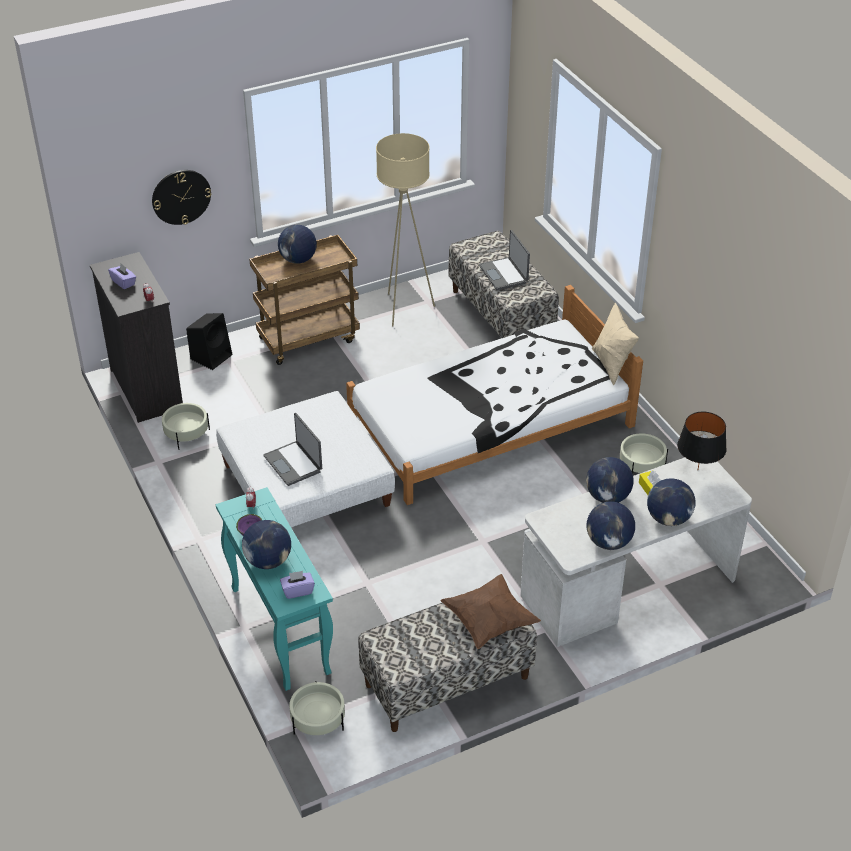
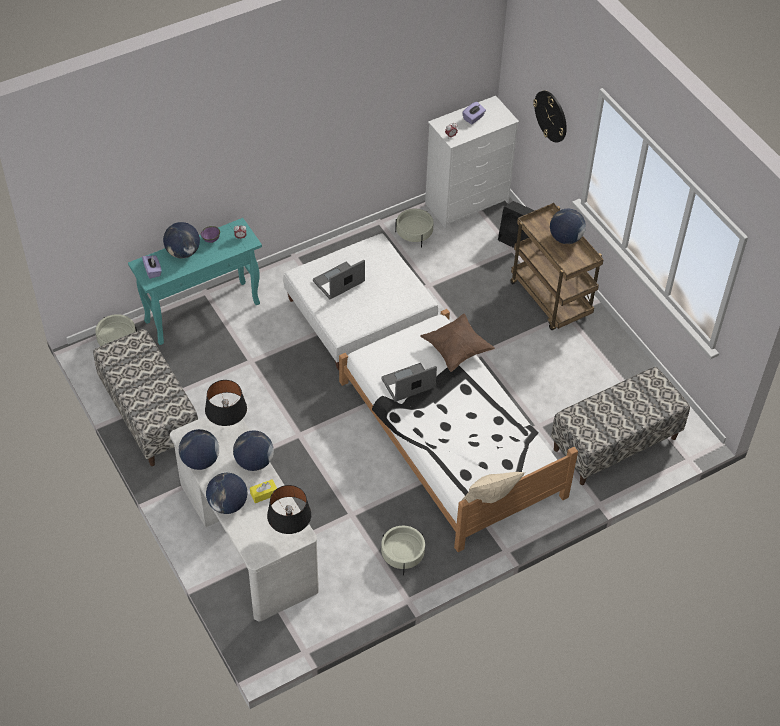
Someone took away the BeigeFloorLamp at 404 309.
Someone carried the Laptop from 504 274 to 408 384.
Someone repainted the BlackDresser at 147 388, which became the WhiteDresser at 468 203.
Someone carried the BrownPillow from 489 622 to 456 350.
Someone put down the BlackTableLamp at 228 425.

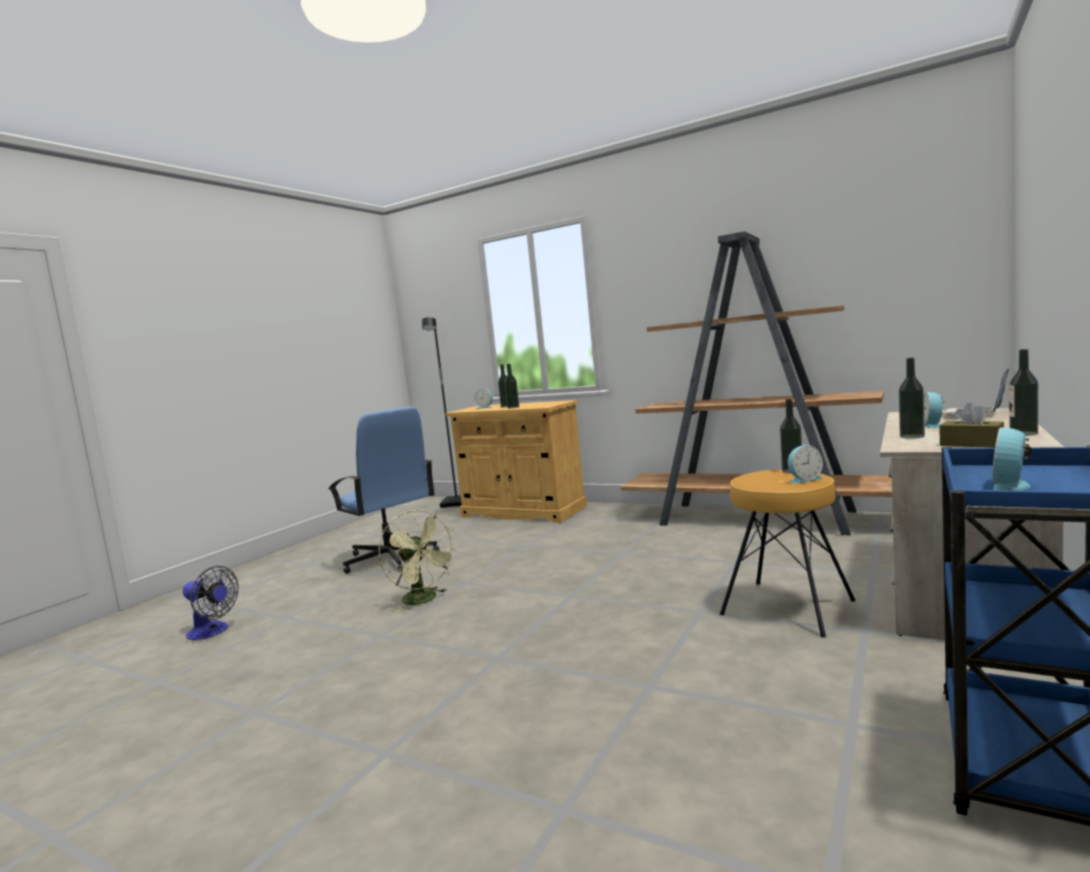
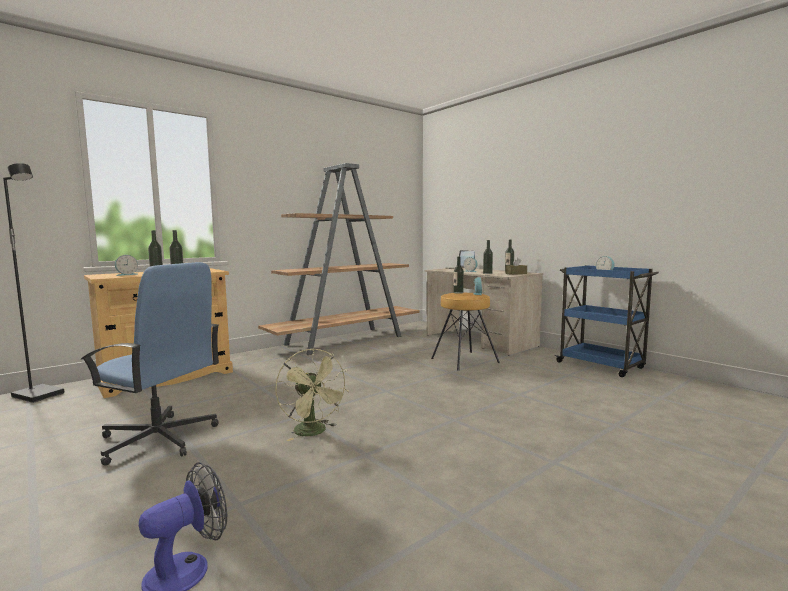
Someone rotated the BlueOfficeChair at 390 559 by 45 degrees clockwise.
Someone rotated the GreenFan at 424 600 by 75 degrees clockwise.

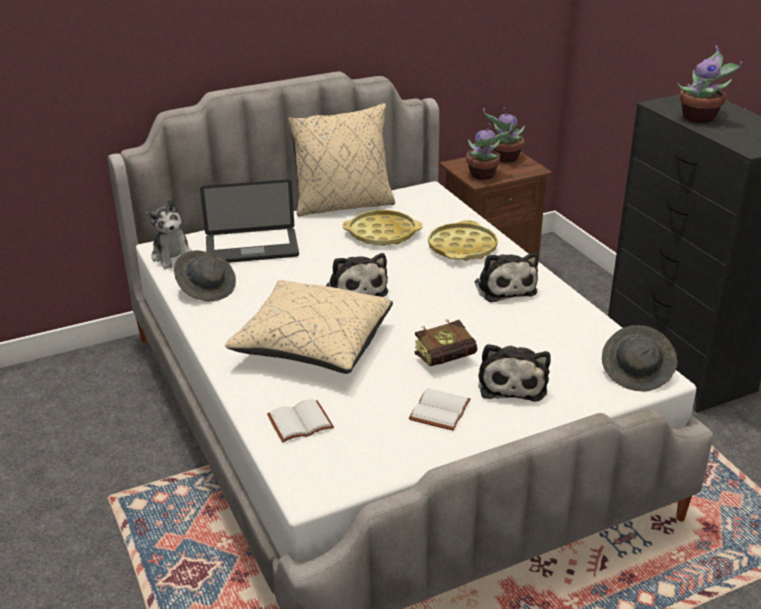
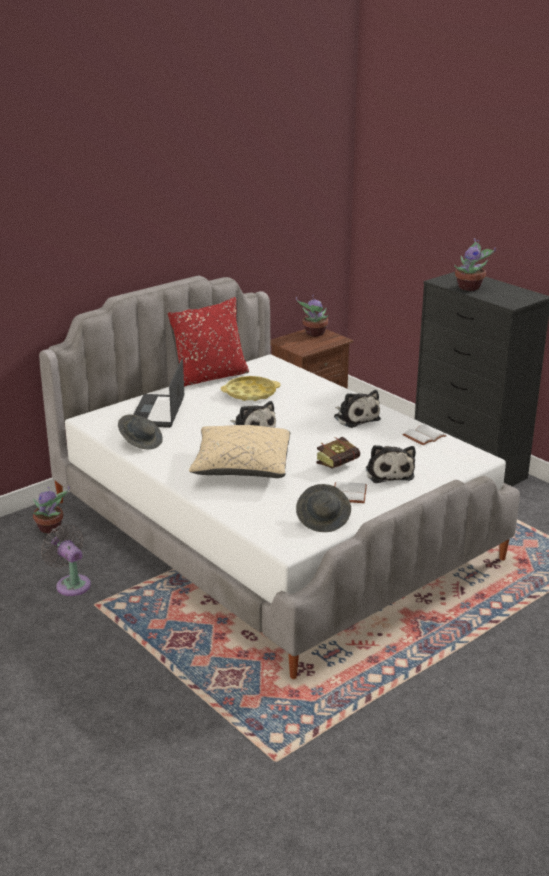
Someone repainted the BeigePillow at 343 205, which became the RedPillow at 209 377.
Someone carried the PottedPlant from 483 175 to 50 529.
Someone rotated the Laptop at 252 248 by 120 degrees clockwise.
Someone took away the PlushToy at 173 256.
Someone took away the YellowTray at 462 248.
Someone carried the GreyHat from 637 372 to 323 519.
Someone carried the WhiteBook from 300 424 to 424 437.
Someone put down the GreyFan at 71 584.

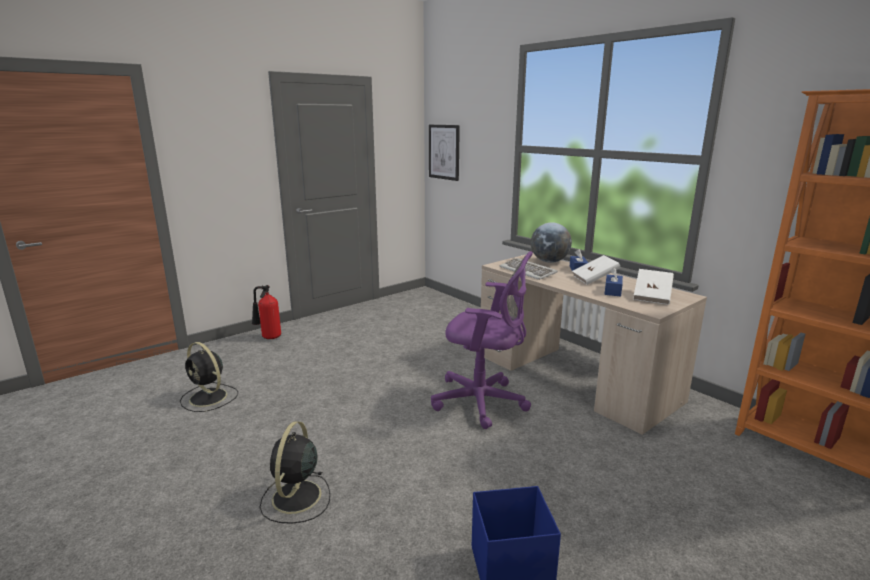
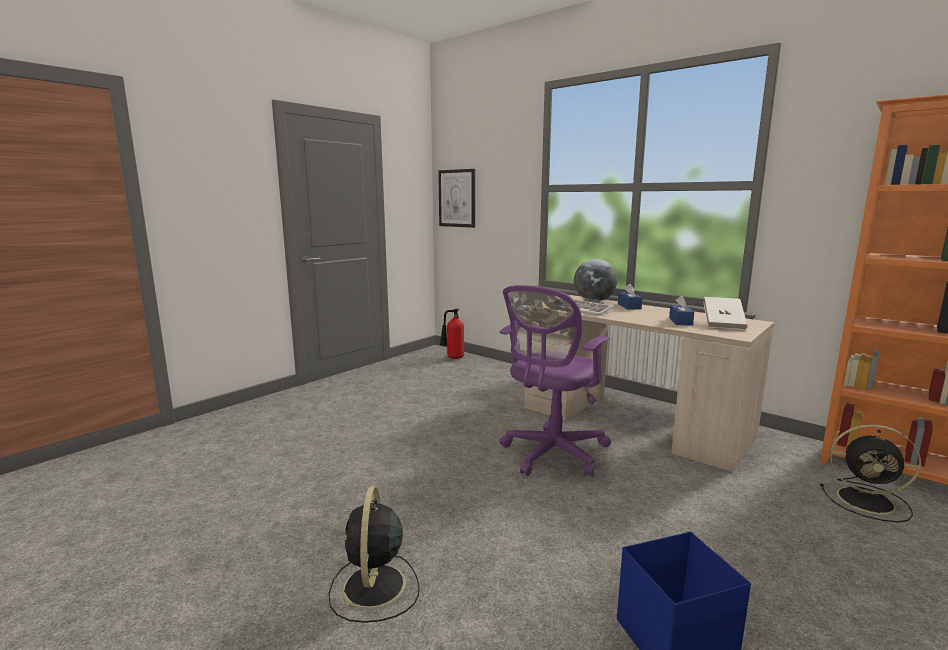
Someone rotated the PurpleOfficeChair at 483 402 by 120 degrees clockwise.
Someone took away the WhiteBook at 594 279.
Someone carried the FireExtinguisher from 268 338 to 453 358.
Someone carried the BlackFan from 209 398 to 868 501.

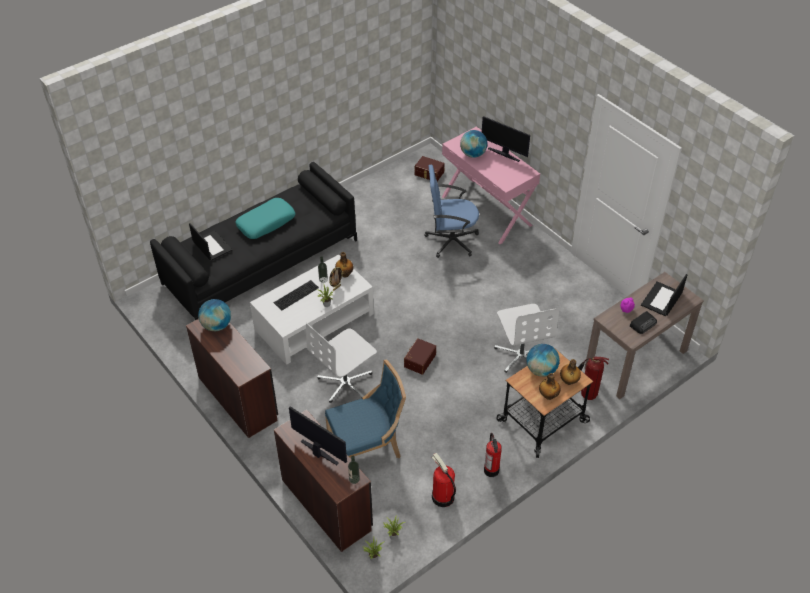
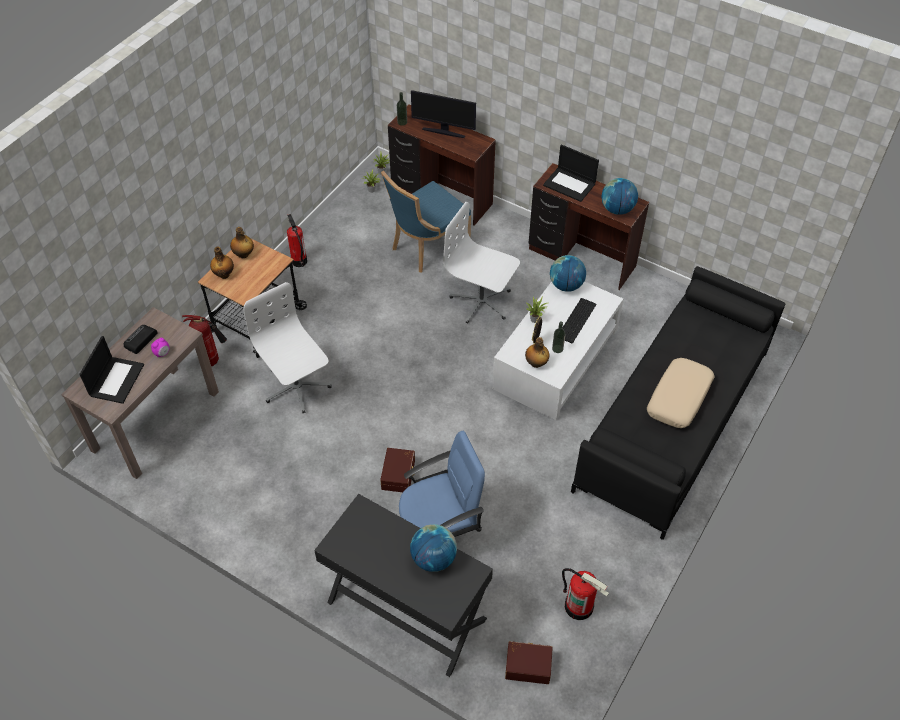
Someone took away the Monitor at 504 154.
Someone repainted the PinkDesk at 487 210, which became the BlackDesk at 406 611.
Someone repainted the TurquoisePillow at 266 223, which became the BeigePillow at 679 398.
Someone carried the Laptop from 211 246 to 570 184.
Someone rotated the WhiteOfficeChair at 346 383 by 90 degrees counterclockwise.
Someone carried the BrownStorageBox from 419 360 to 399 475.
Someone carried the Globe from 541 370 to 566 285.
Someone carried the FireExtinguisher from 442 497 to 579 606.

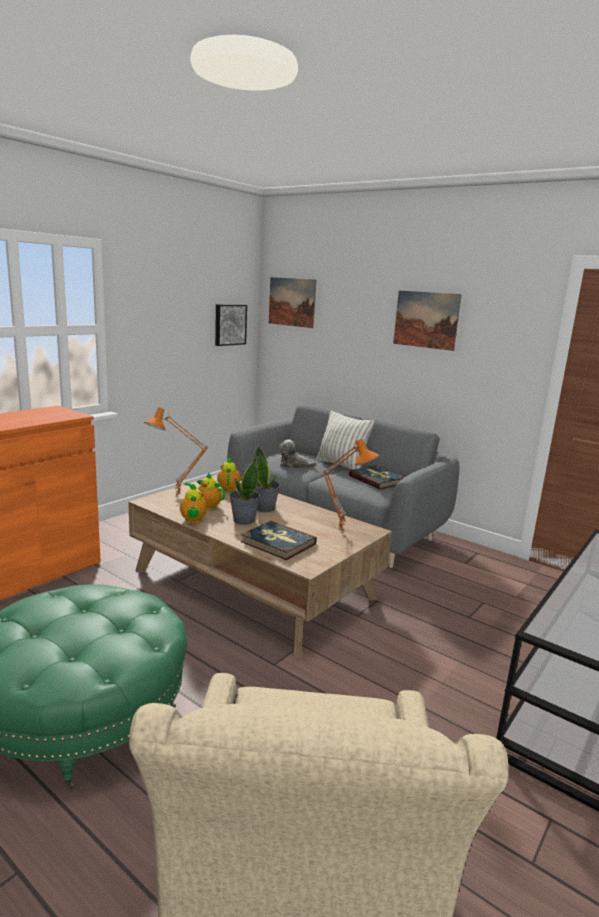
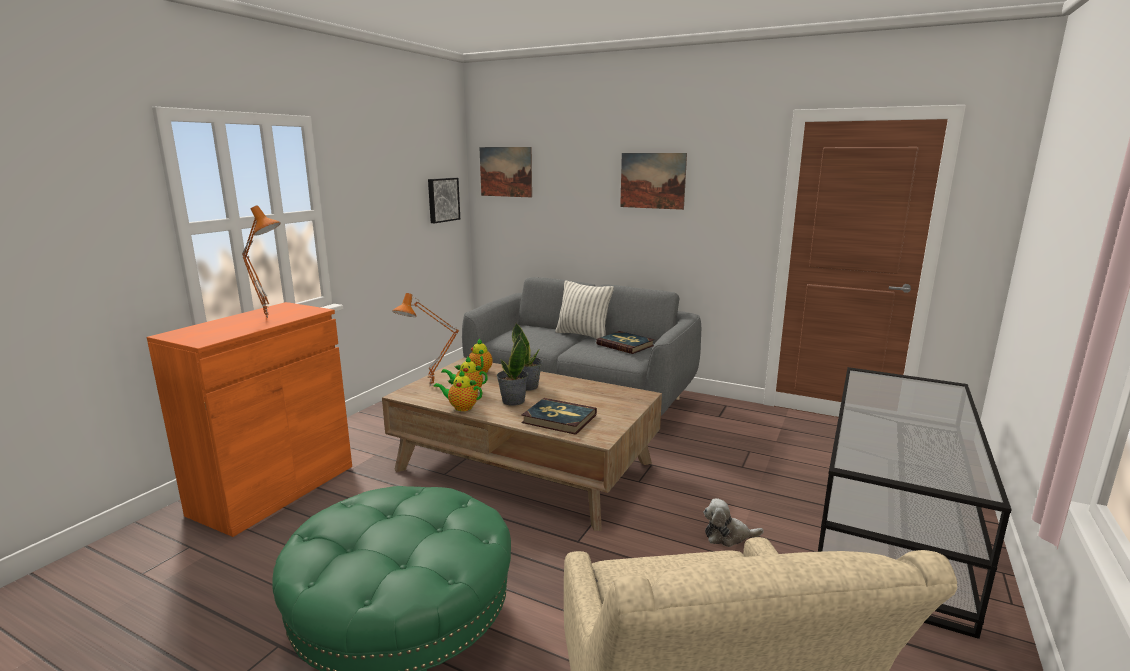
Someone carried the PlushToy from 294 465 to 728 536.
Someone carried the OrangeTableLamp from 343 532 to 269 317.
Someone rotated the Teapot at 193 520 by 120 degrees clockwise.

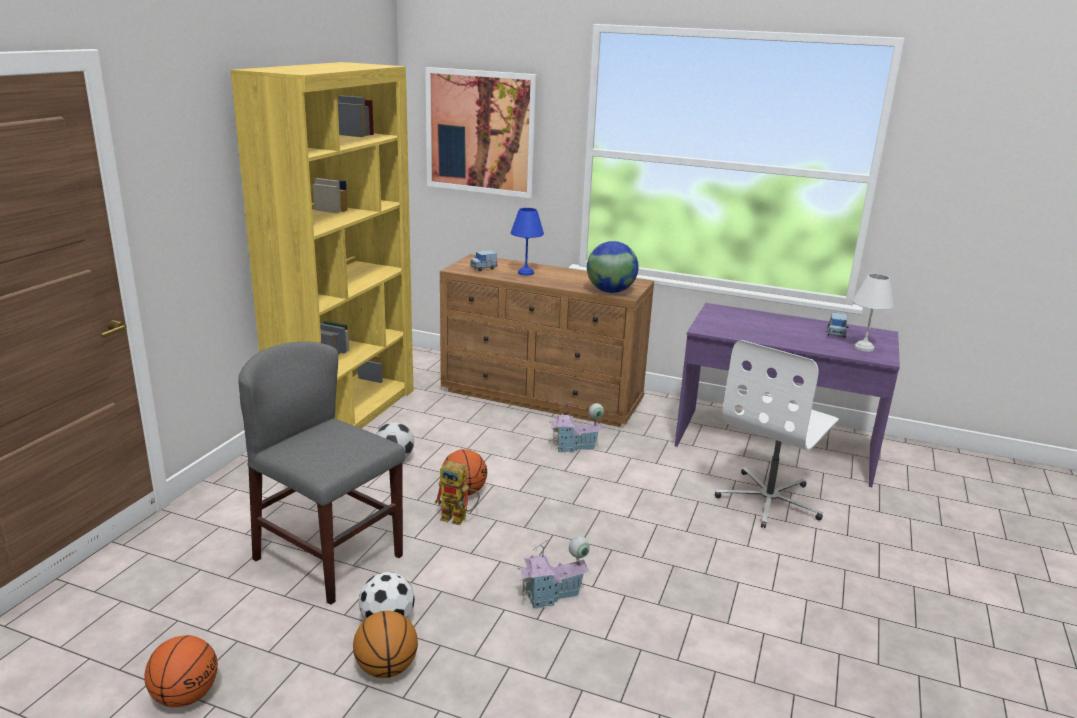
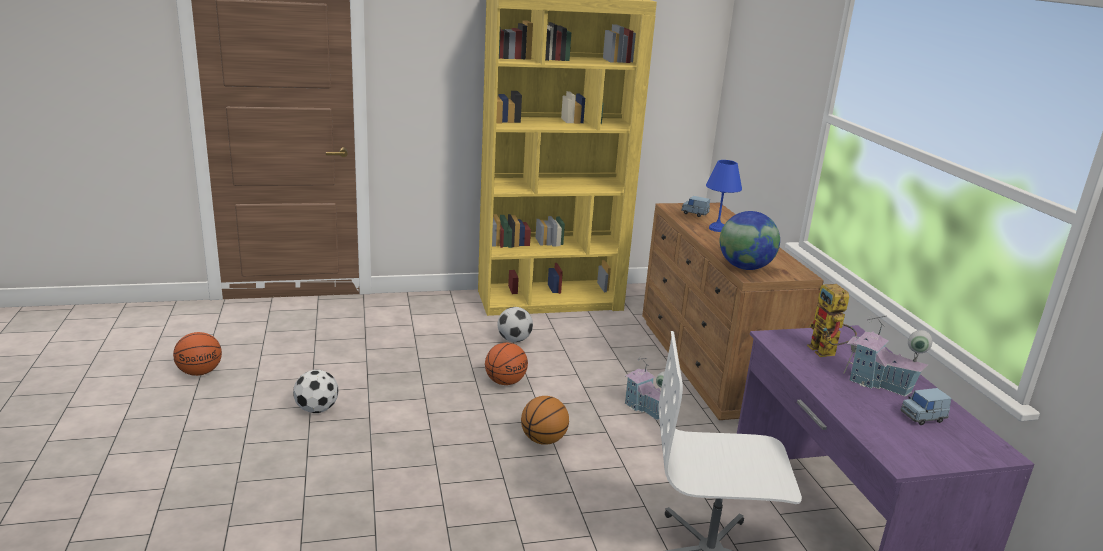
Someone took away the Picture at 481 132.
Someone took away the WhiteTableLamp at 863 348.
Someone took away the GreyChair at 329 557.
Someone carried the ToyRobot from 459 518 to 827 353.
Someone carried the ToyHouse from 552 596 to 878 384.
Someone carried the Basketball from 387 668 to 544 440.

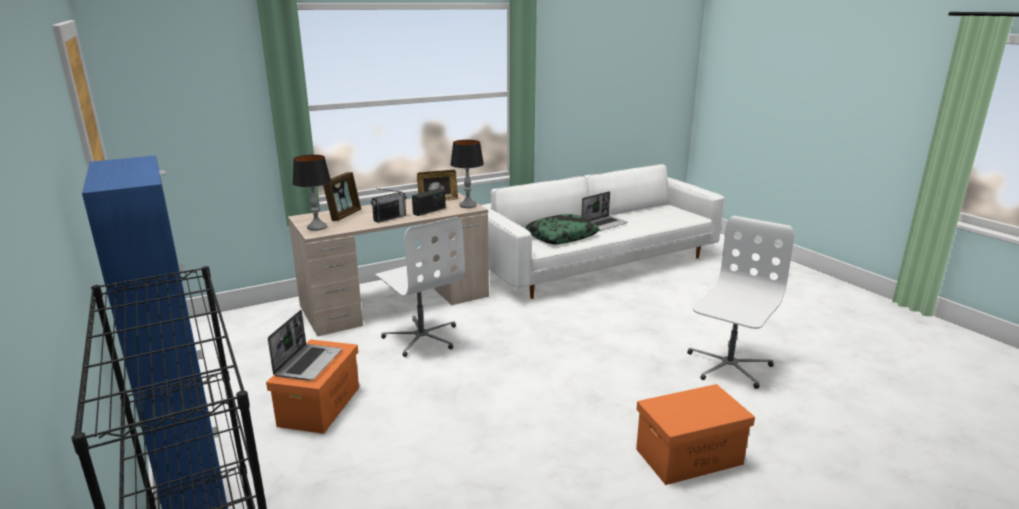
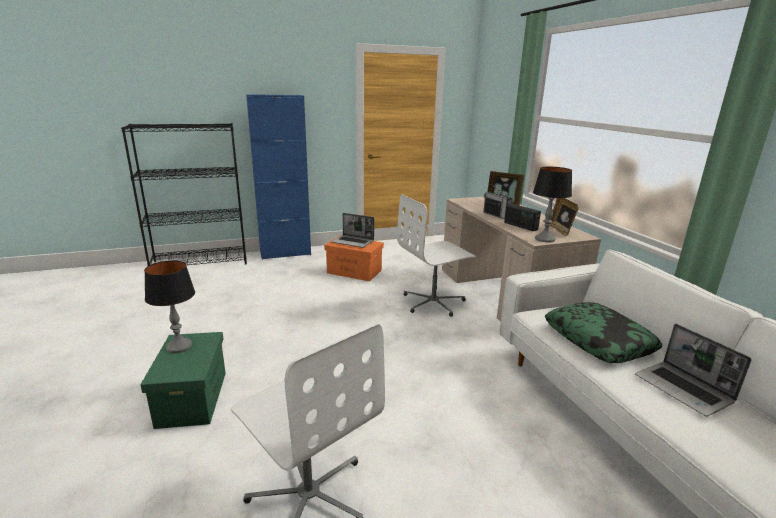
Someone carried the TableLamp from 317 227 to 179 346.
Someone repainted the OrangeStorageBox at 689 456, which became the GreenStorageBox at 193 399.

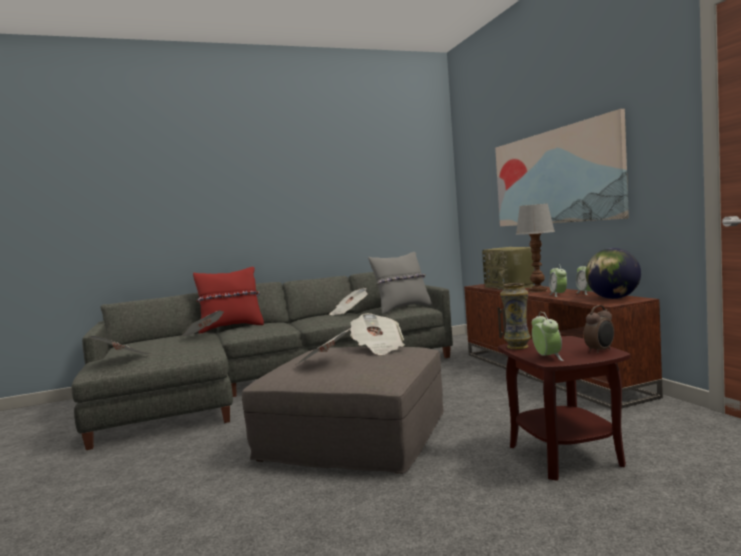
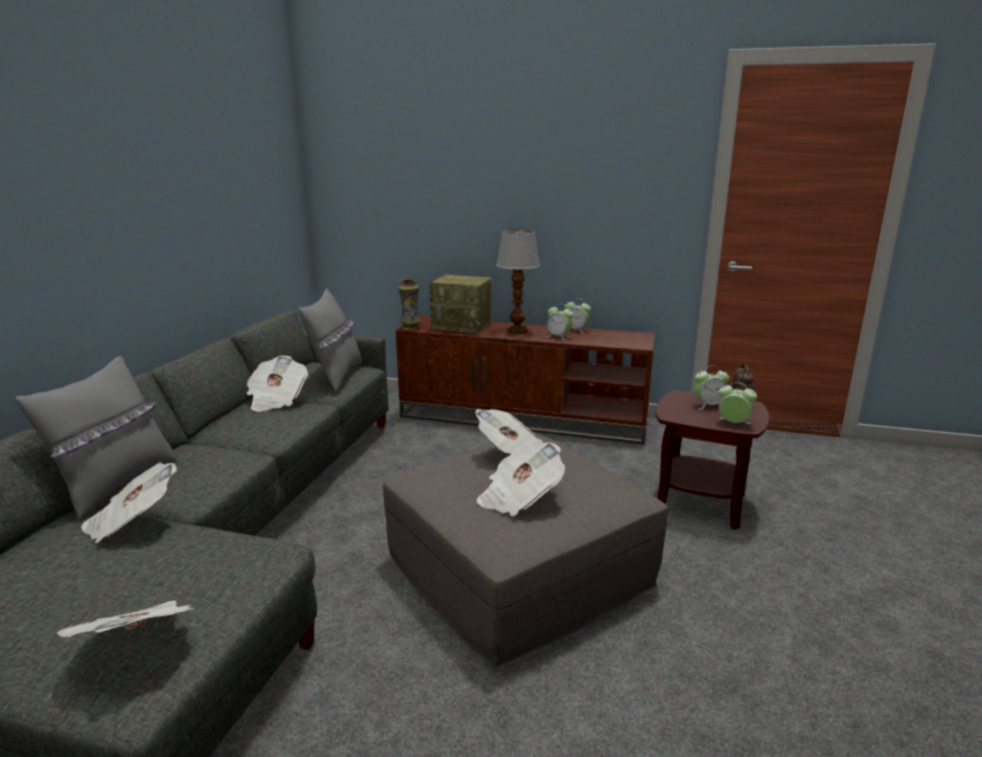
Someone took away the Picture at 553 177.
Someone took away the Globe at 613 298.
Someone repainted the RedPillow at 231 327, which became the GreyPillow at 116 486.
Someone carried the Vase from 517 347 to 410 328.
Someone put down the AlarmClock at 709 406.

